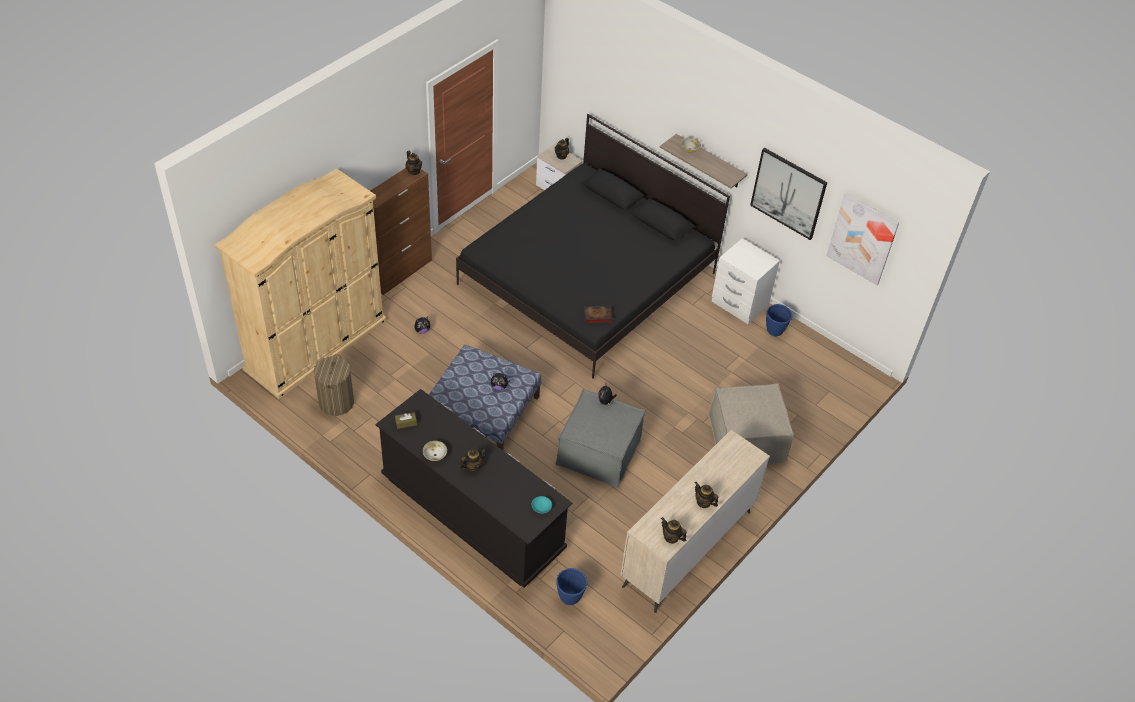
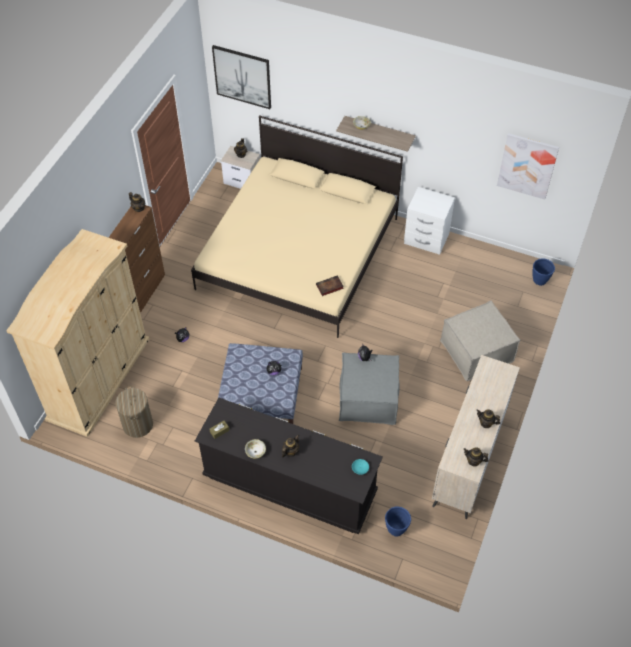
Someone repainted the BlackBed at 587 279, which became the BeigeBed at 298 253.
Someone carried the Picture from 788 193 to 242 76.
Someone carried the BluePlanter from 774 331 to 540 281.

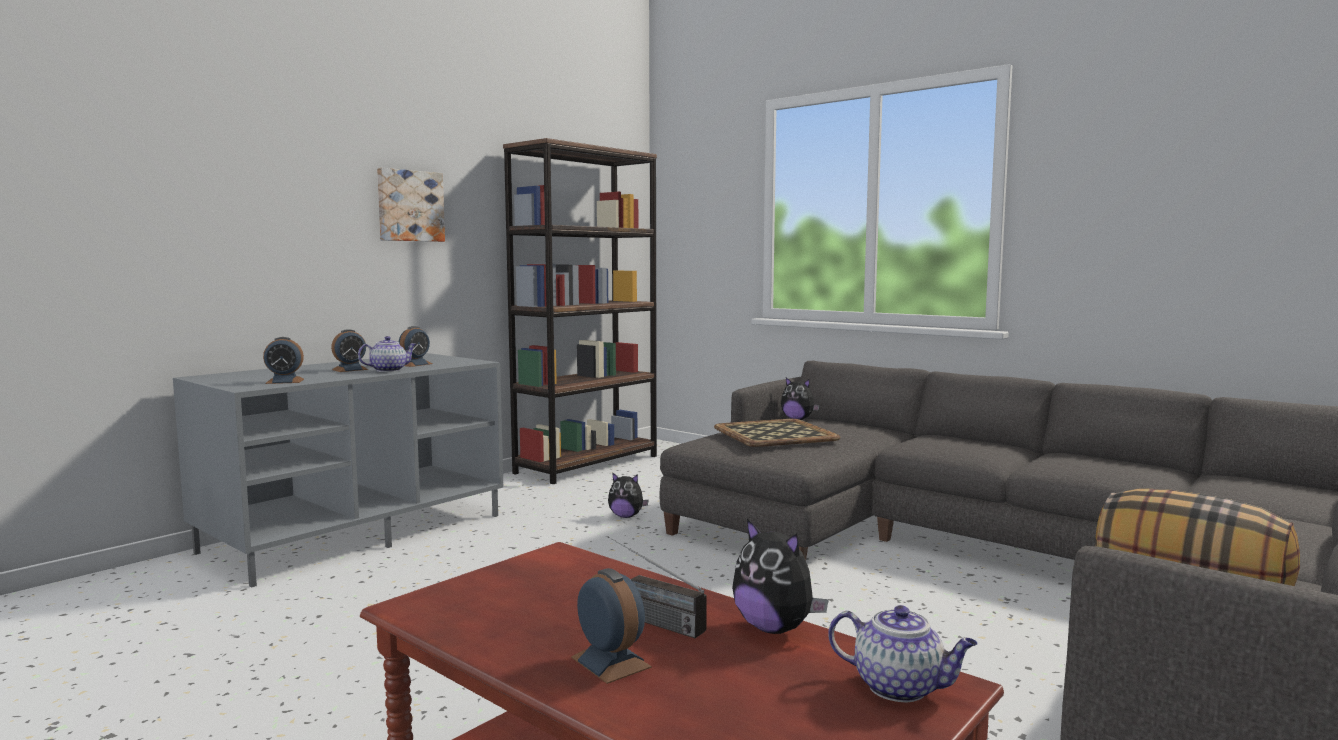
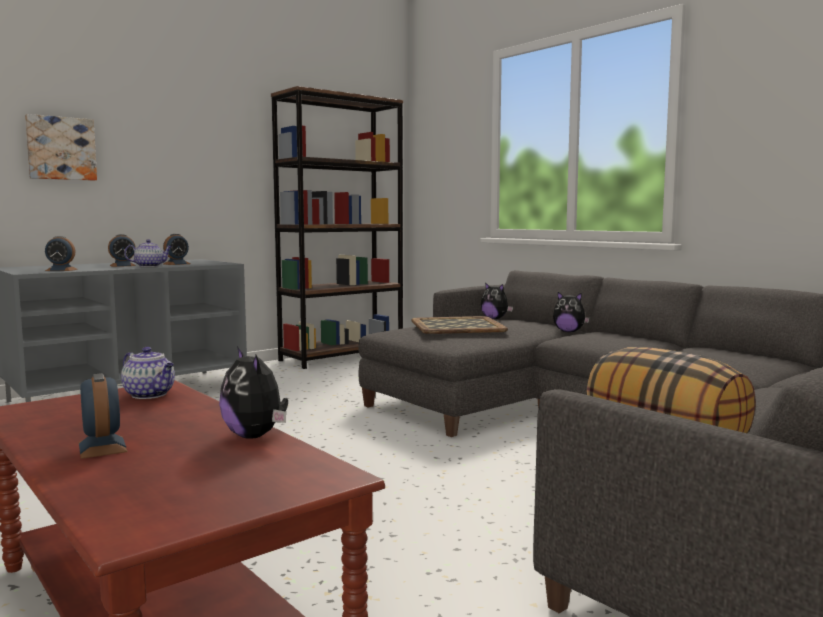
Someone carried the Picture from 409 206 to 61 148.
Someone carried the PlushToy from 626 516 to 569 332.
Someone took away the Radio at 648 620.
Someone carried the Teapot from 900 687 to 150 395.

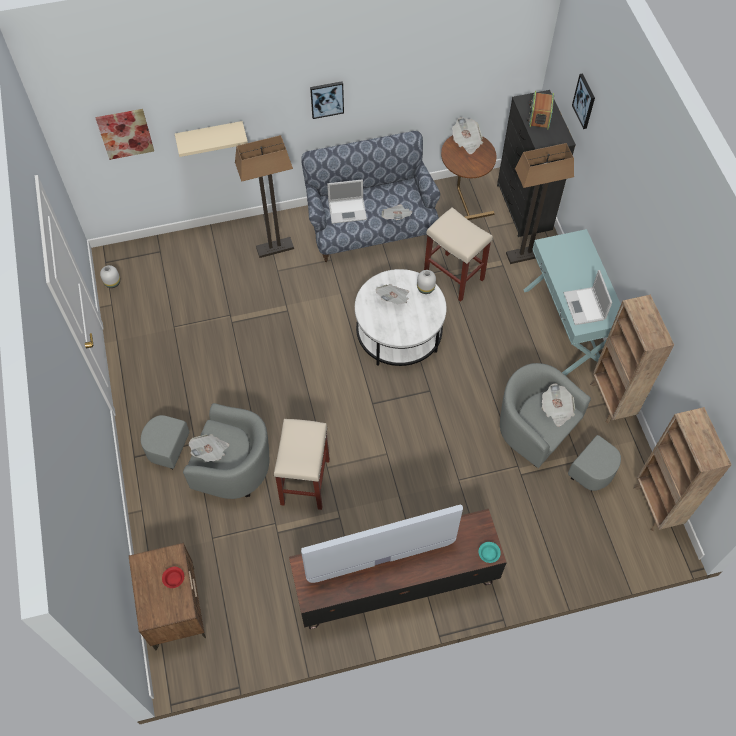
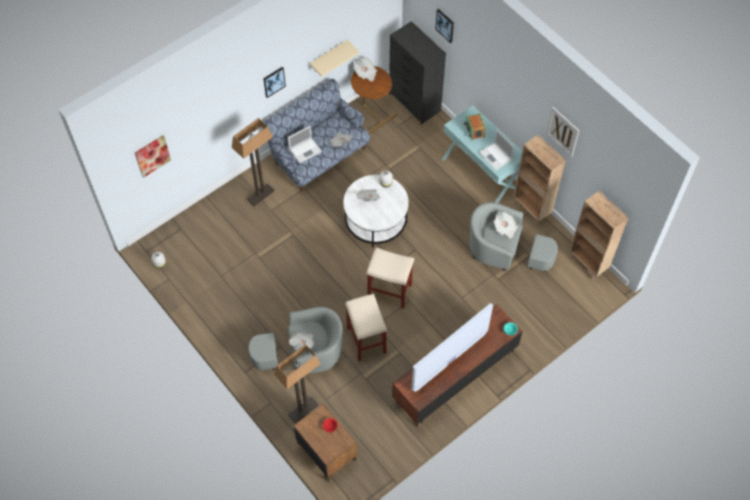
Someone carried the Radio from 539 116 to 474 130.
Someone carried the BeigeShelf from 210 136 to 328 57.
Someone carried the FloorLamp from 525 254 to 303 410.
Someone carried the BeigeStool from 454 277 to 390 291.
Someone put up the Picture at 562 131.

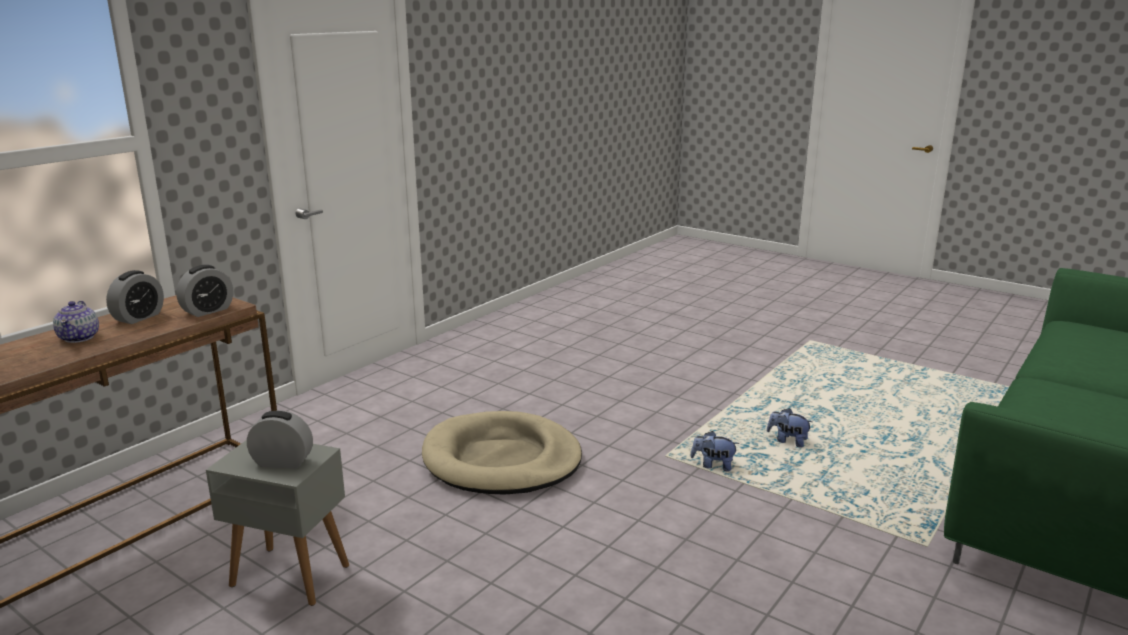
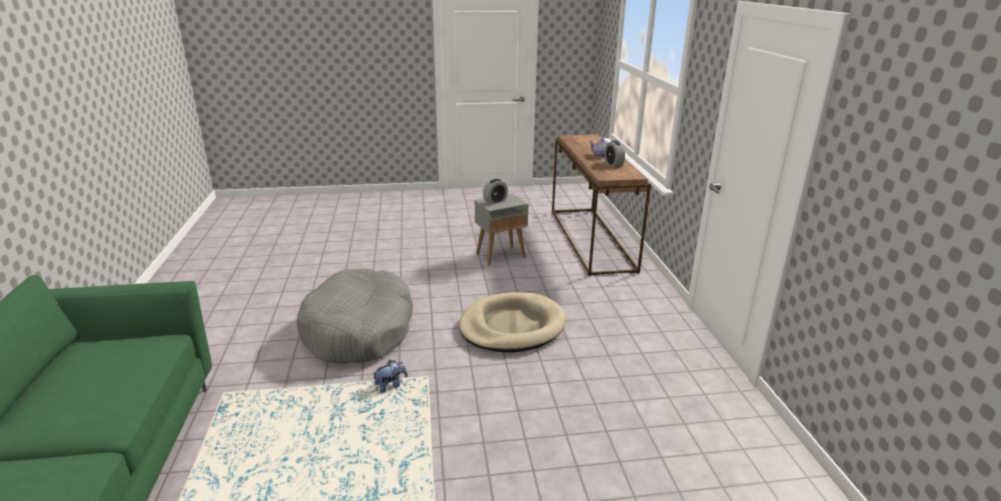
Someone took away the AlarmClock at 208 311.
Someone took away the PlushToy at 788 441.
Someone put down the GreyDogBed at 359 330.

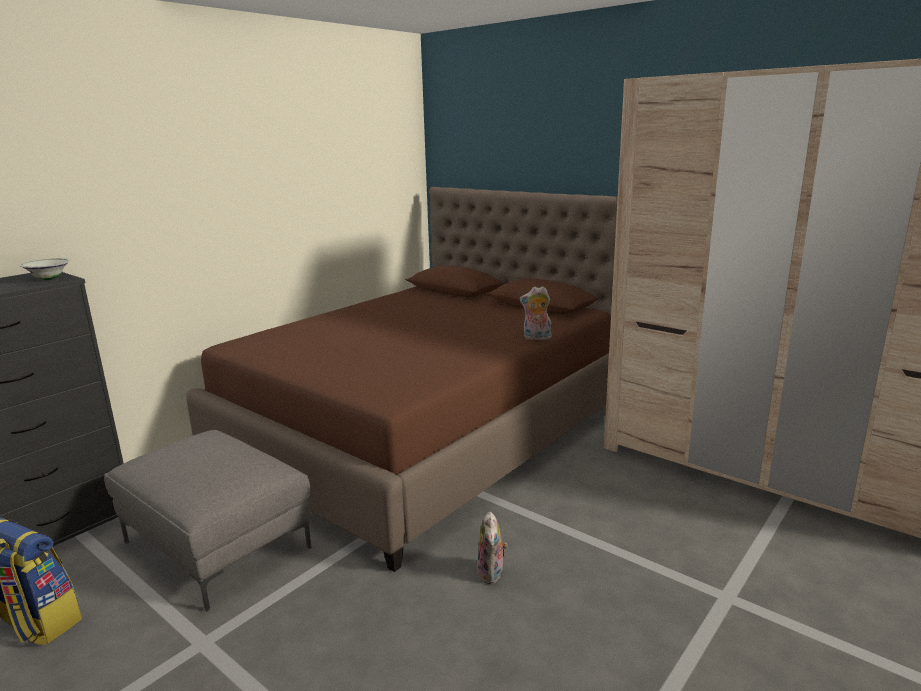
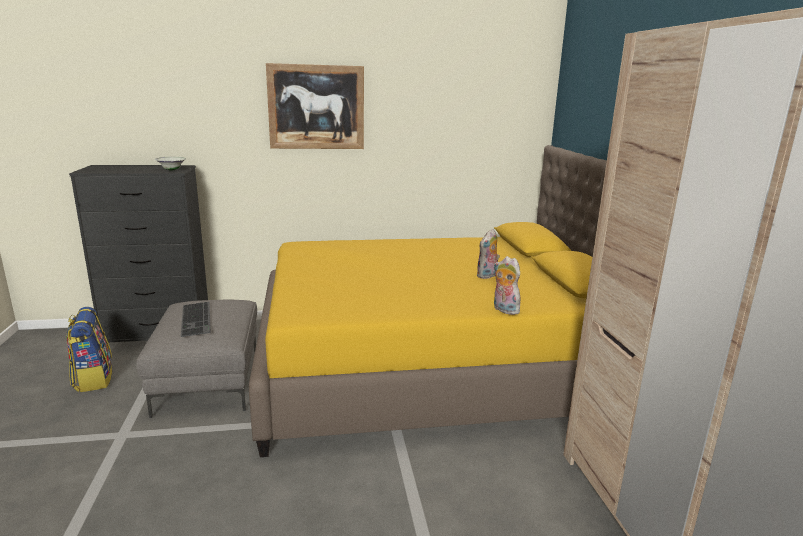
Someone repainted the BrownBed at 426 433, which became the YellowBed at 431 367.
Someone carried the PlushToy from 492 574 to 487 276.
Someone put up the Picture at 316 107.
Someone put down the Keyboard at 197 319.

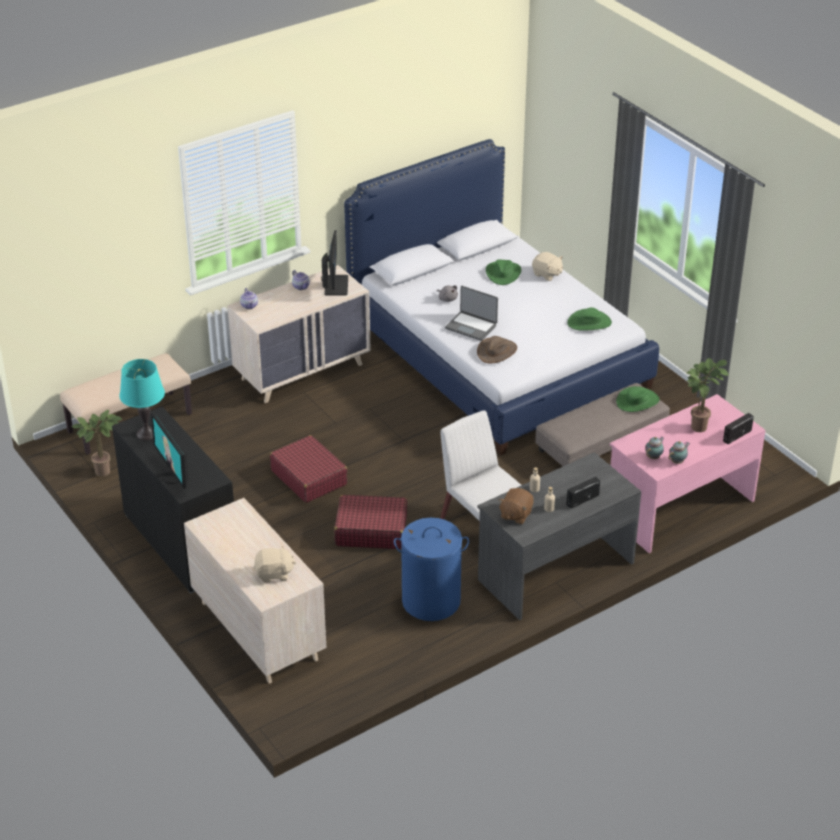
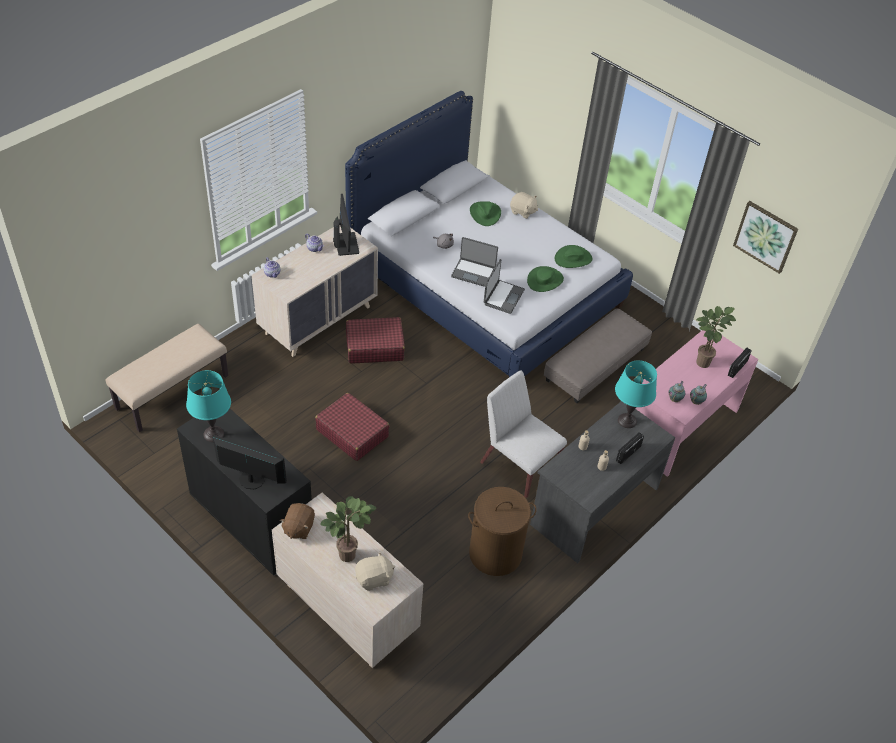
Someone swapped the BrownHat at 496 351 for the Laptop at 503 297.
Someone carried the GreenHat from 637 401 to 545 280.
Someone carried the PottedPlant from 104 470 to 349 552.
Someone rotated the Monitor at 173 475 by 150 degrees clockwise.
Someone carried the BrownPlushToy from 515 515 to 298 528.
Someone carried the RedSuitcase from 371 531 to 374 347.
Someone repainted the BlueLaundryBasket at 431 601, which became the BrownLaundryBasket at 495 554.
Someone put up the Picture at 765 236.
Someone put down the TurquoiseTableLamp at 627 421.

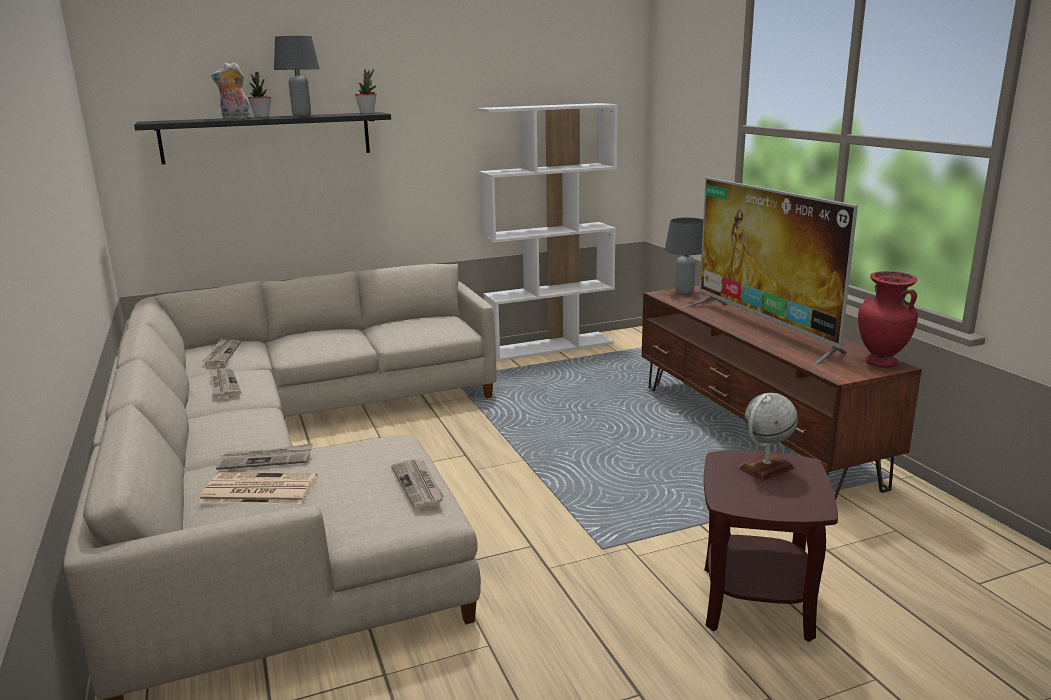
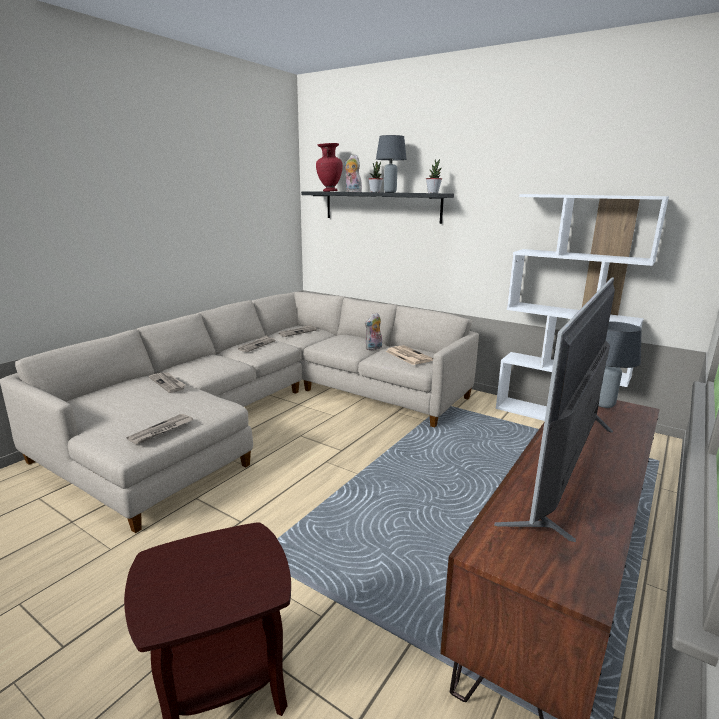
Someone carried the RedVase from 880 363 to 329 191.
Someone took away the Globe at 766 468.
Someone carried the Newspaper from 257 490 to 408 355.
Someone put down the PlushToy at 374 348.

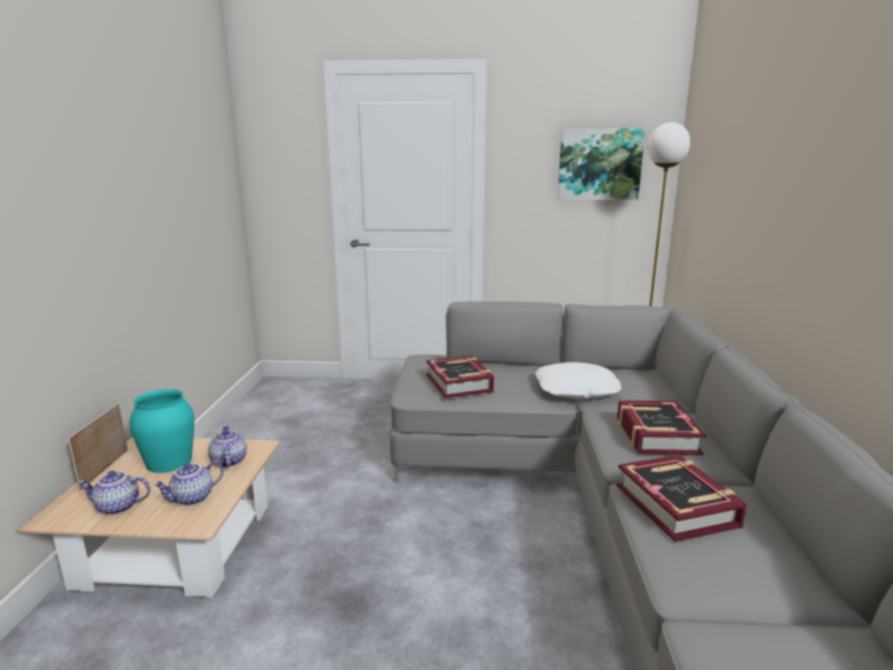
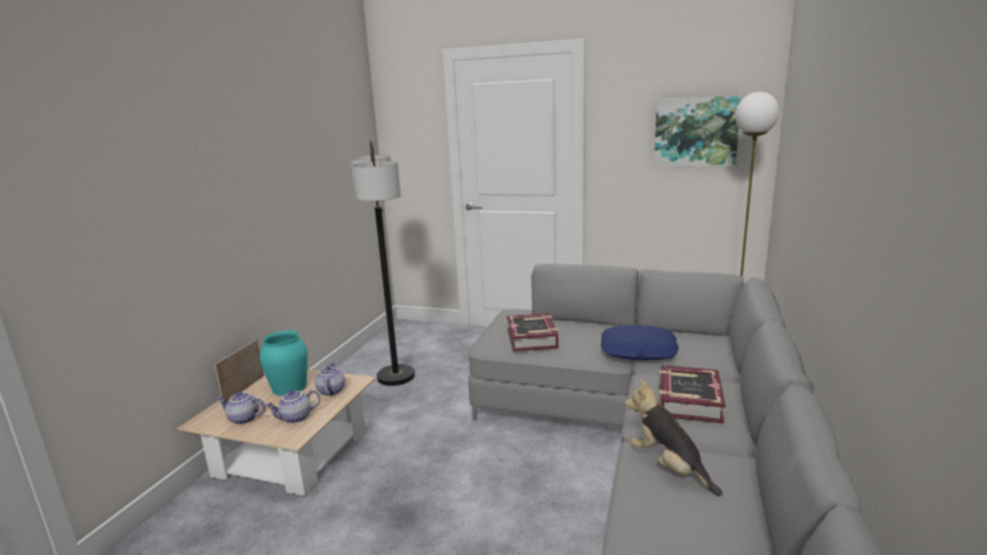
Someone repainted the WhitePillow at 576 390, which became the BluePillow at 638 351.
Someone swapped the Book at 676 505 for the PlushToy at 669 467.
Someone put down the FloorLamp at 396 376.

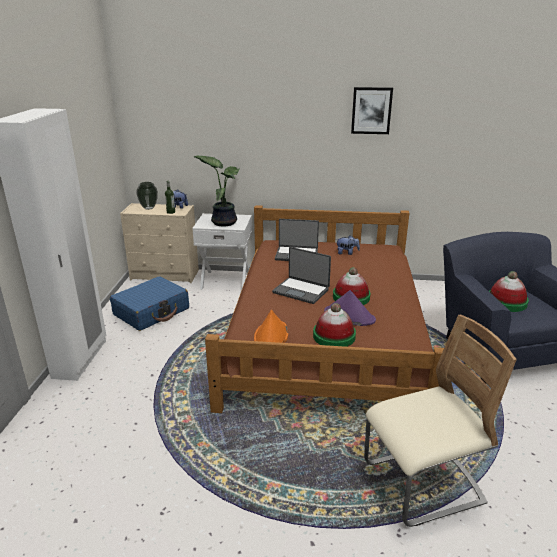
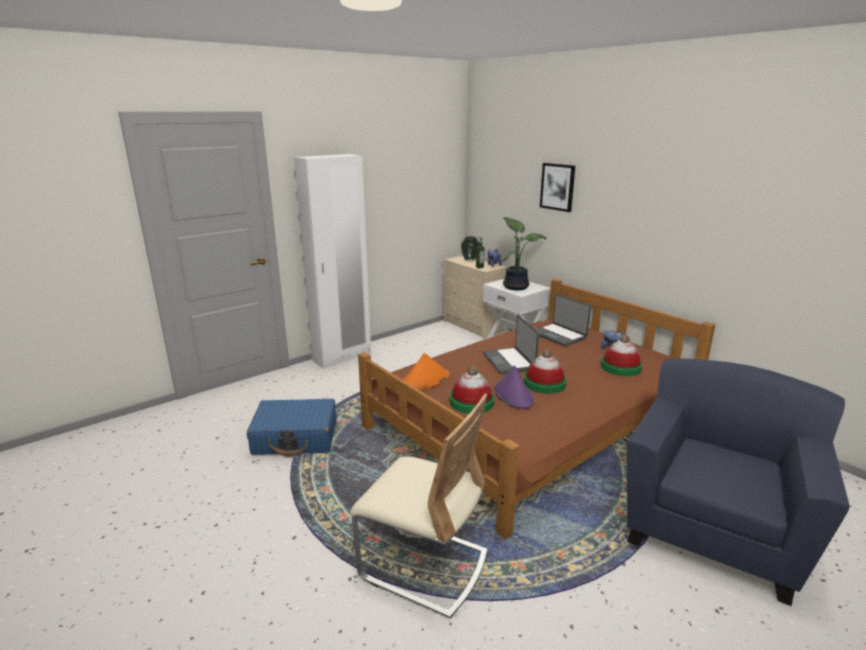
Someone carried the Picture from 371 110 to 557 187.
Someone carried the Hat from 506 302 to 620 367.
Someone carried the BlueSuitcase from 152 312 to 296 438.

